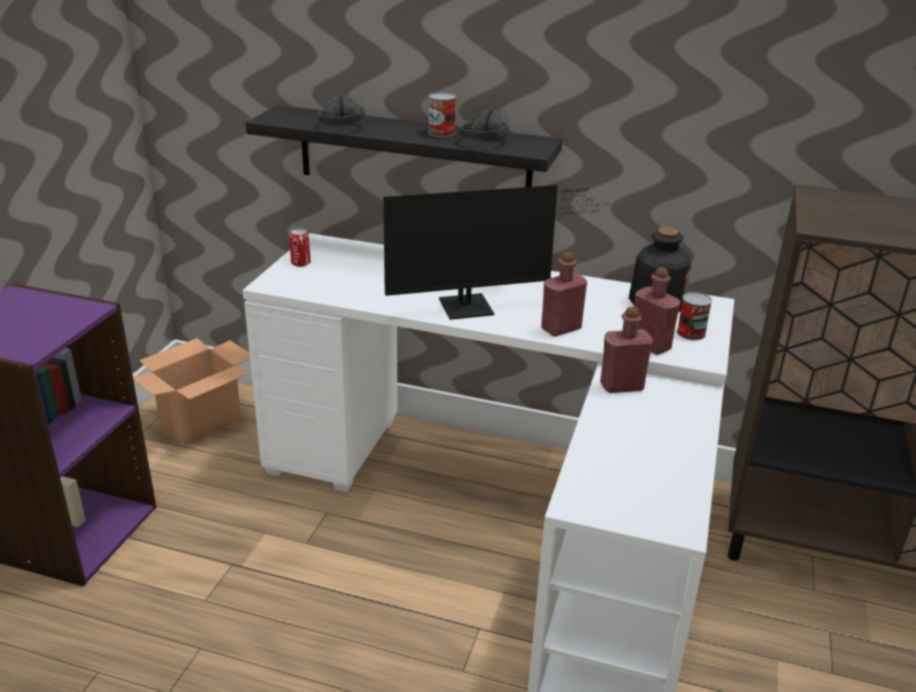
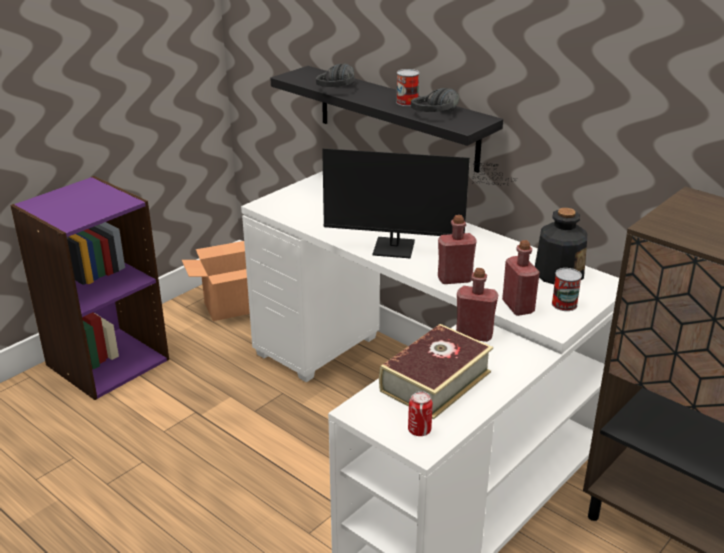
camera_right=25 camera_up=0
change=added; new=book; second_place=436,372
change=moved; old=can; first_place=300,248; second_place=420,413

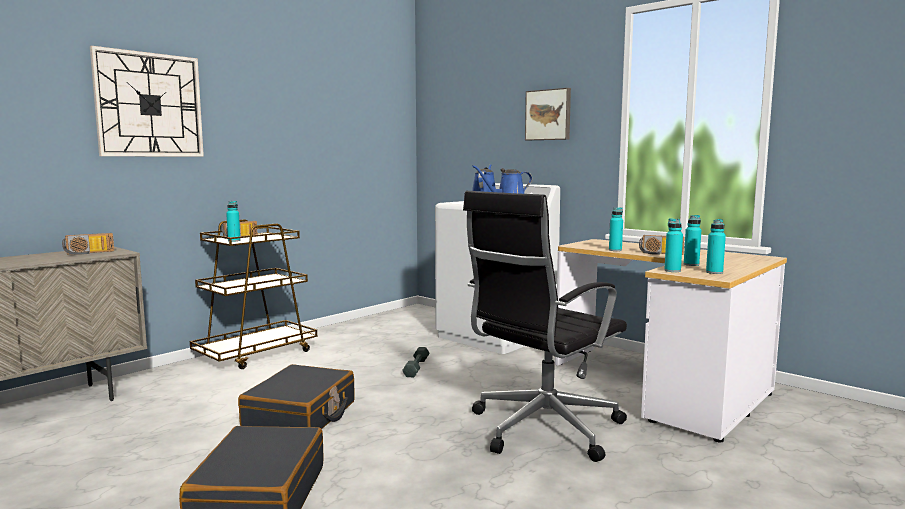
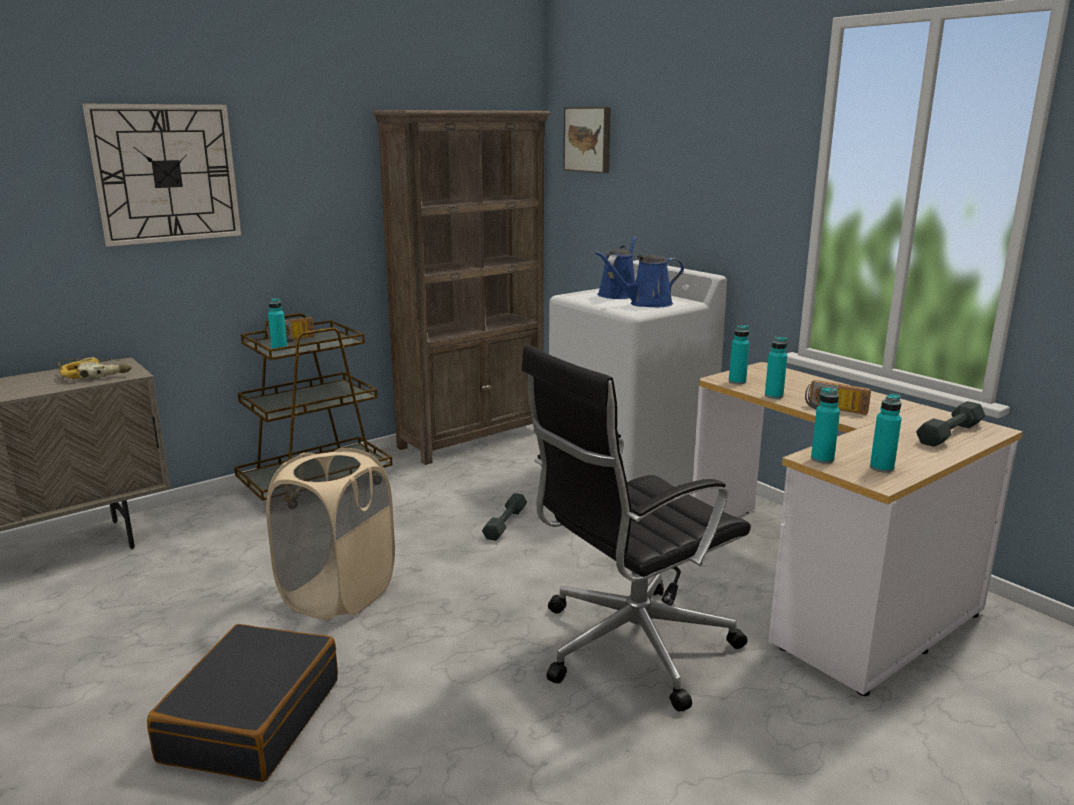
camera_right=10 camera_up=10
change=added; new=brown_bookcase; second_place=462,287
change=added; new=grey_dumbbell; second_place=950,424
change=moved; old=picture; first_place=548,114; second_place=587,140
change=moved; old=turquoise_bottle; first_place=692,240; second_place=739,354
change=replaced; old=radio; new=power_drill; first_place=88,244; second_place=95,368
change=replaced; old=black_suitcase; new=beige_laundry_basket; first_place=296,396; second_place=330,534

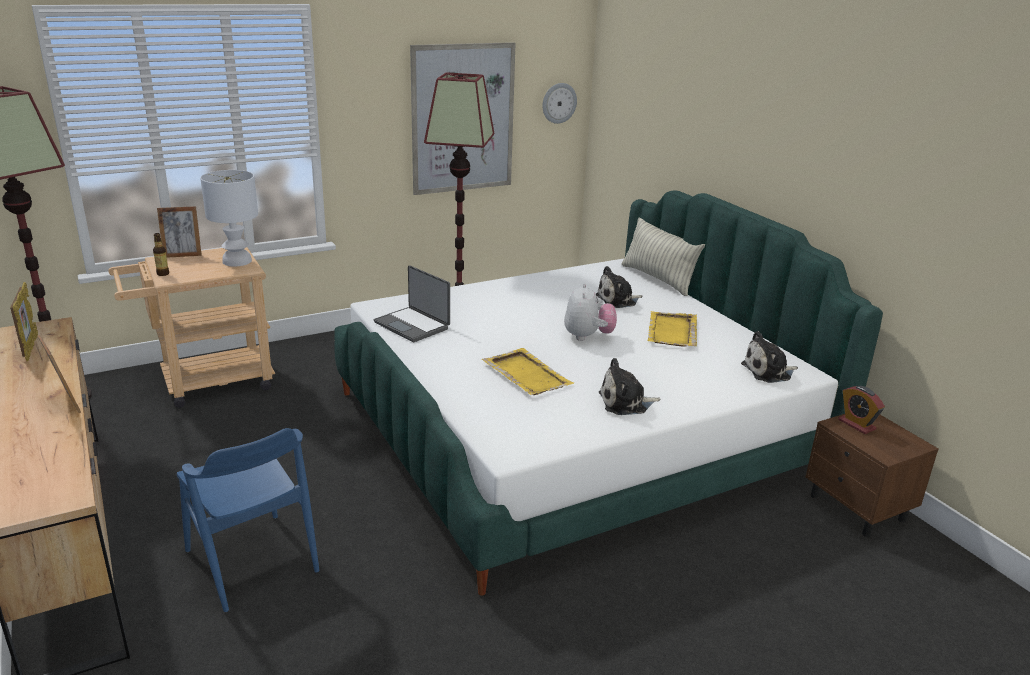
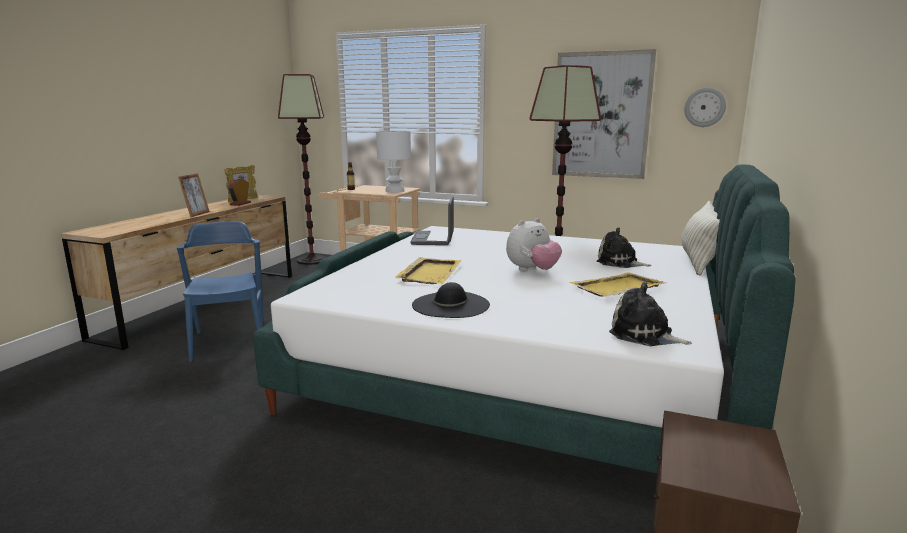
camera_right=50 camera_up=-10
change=removed; old=picture_frame; first_place=179,232
change=moved; old=alarm_clock; first_place=861,410; second_place=239,192
change=replaced; old=plush_toy; new=black_hat; first_place=630,386; second_place=451,300
change=turned; old=blue_chair; first_place=248,520; second_place=220,291; degrees=150

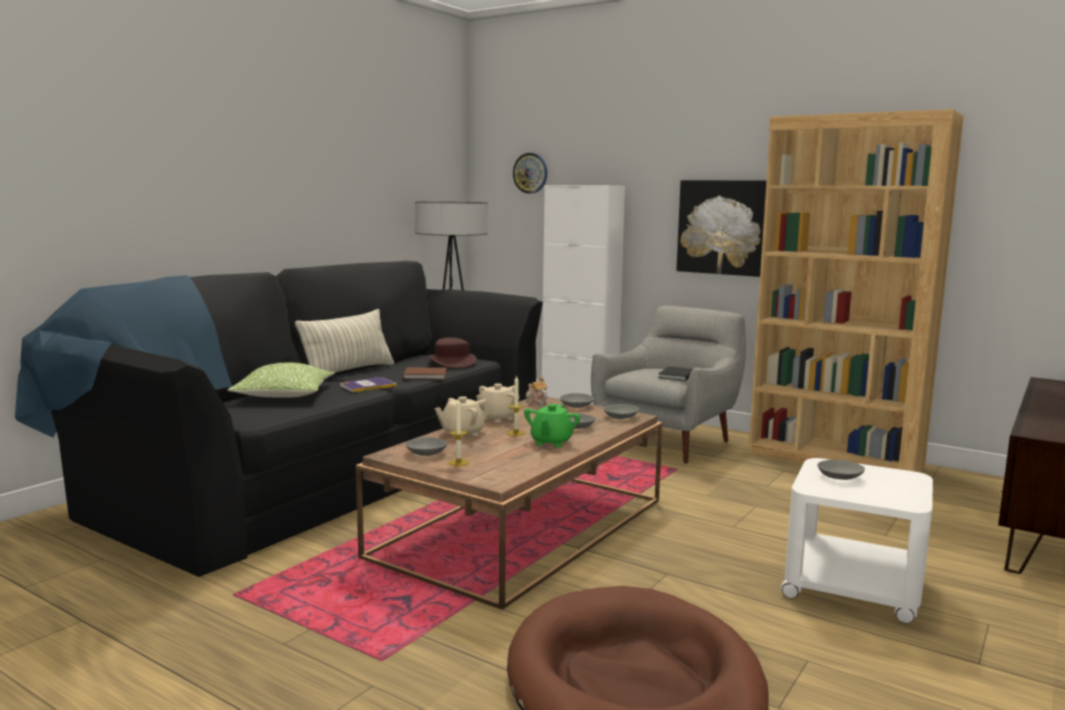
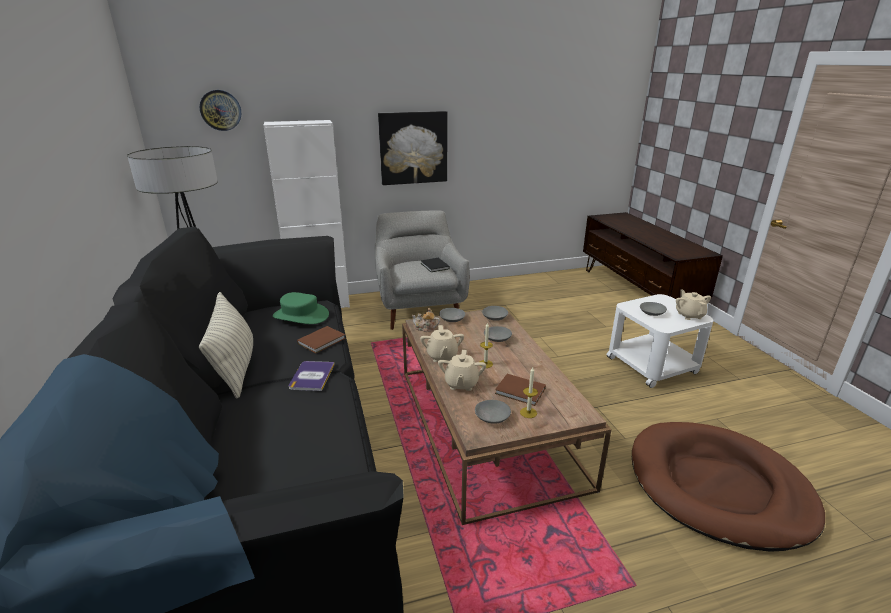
camera_right=-50 camera_up=15
change=removed; old=pillow; first_place=281,380
change=removed; old=green_teapot; first_place=552,425
change=removed; old=brown_bookcase; first_place=856,290
change=added; new=brown_book; second_place=520,390
change=added; new=beige_teapot; second_place=693,304
change=recoloured; old=brown_hat; new=green_hat; first_place=453,352; second_place=301,308

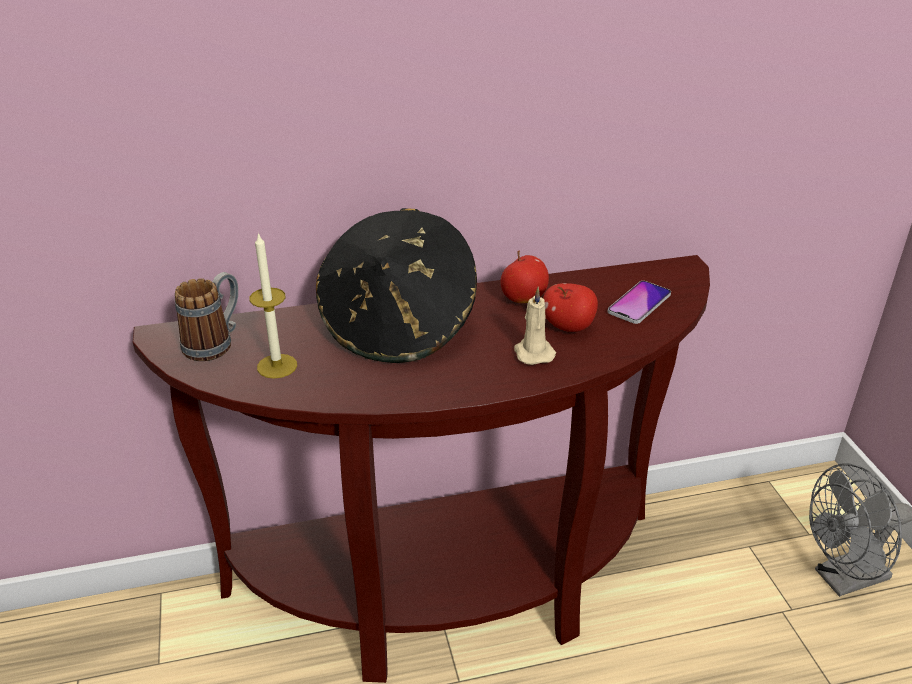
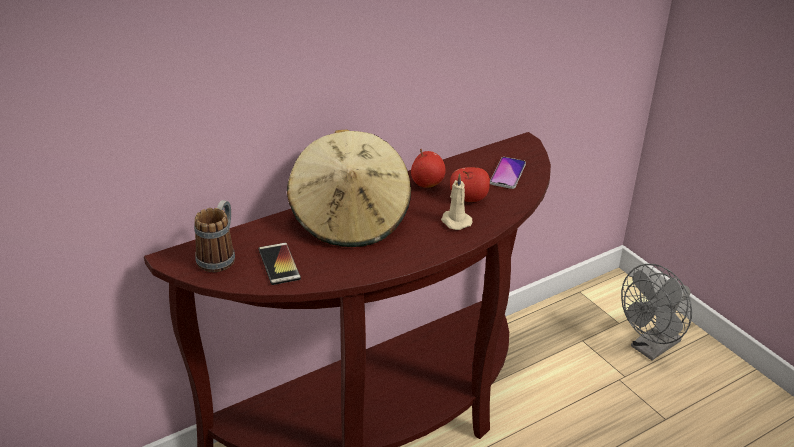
camera_right=-20 camera_up=0
change=replaced; old=candle; new=phone; first_place=273,306; second_place=279,264
change=recoloured; old=black_hat; new=beige_hat; first_place=396,285; second_place=349,188

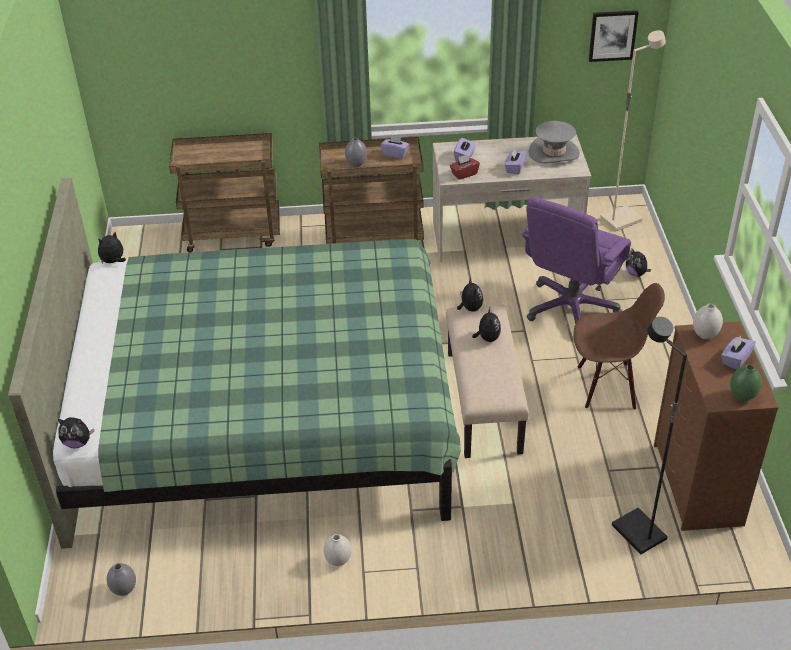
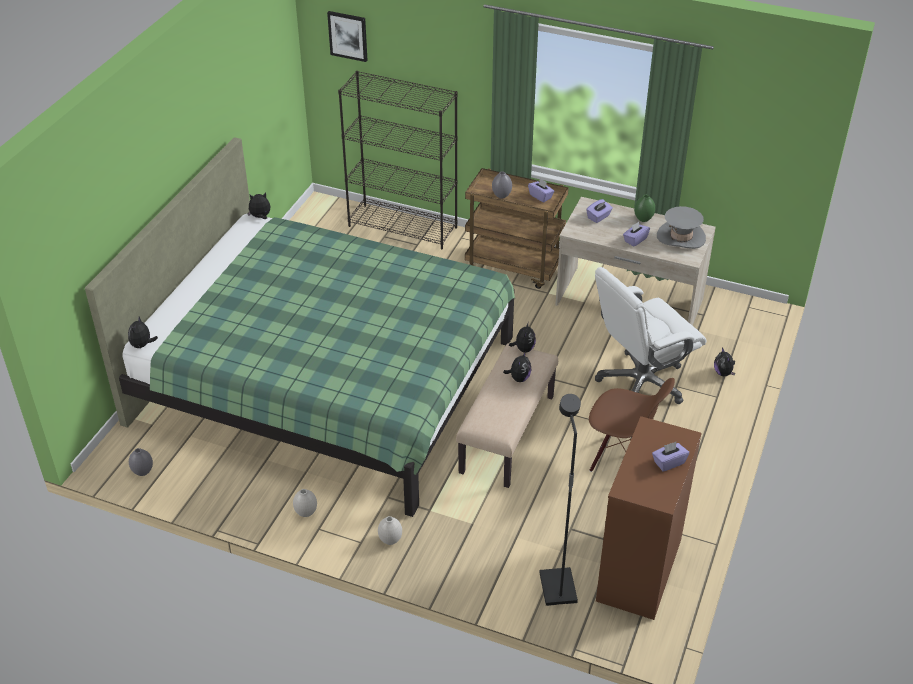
camera_right=25 camera_up=0
change=removed; old=red_tissue_box; first_place=465,167
change=removed; old=beige_floor_lamp; first_place=633,130
change=moved; old=picture; first_place=614,36; second_place=347,36
change=moved; old=white_vase; first_place=708,321; second_place=390,530
change=moved; old=green_vase; first_place=746,382; second_place=644,208
change=replaced; old=brown_cart; new=black_bookcase; first_place=224,192; second_place=398,160
change=recoloured; old=purple_office_chair; new=white_office_chair; first_place=576,260; second_place=651,335
change=turned; old=plush_toy; first_place=76,433; second_place=143,333; degrees=75

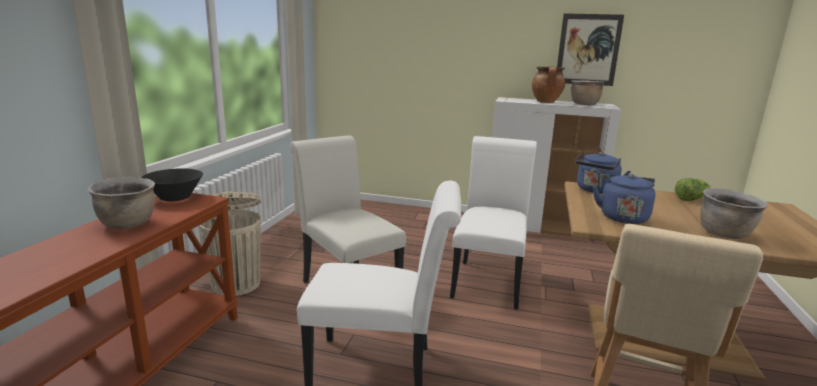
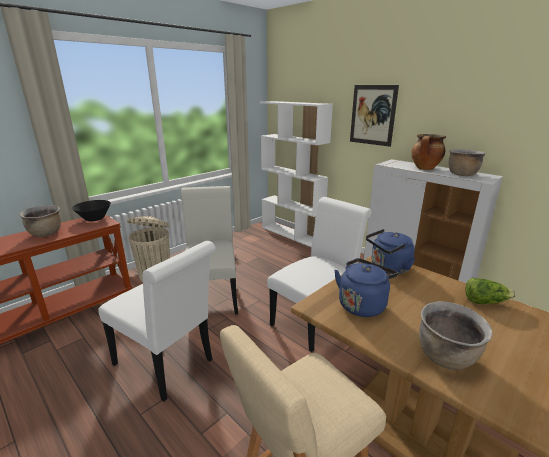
camera_right=30 camera_up=5
change=added; new=white_bookcase; second_place=296,174
change=moved; old=picture; first_place=590,49; second_place=374,116

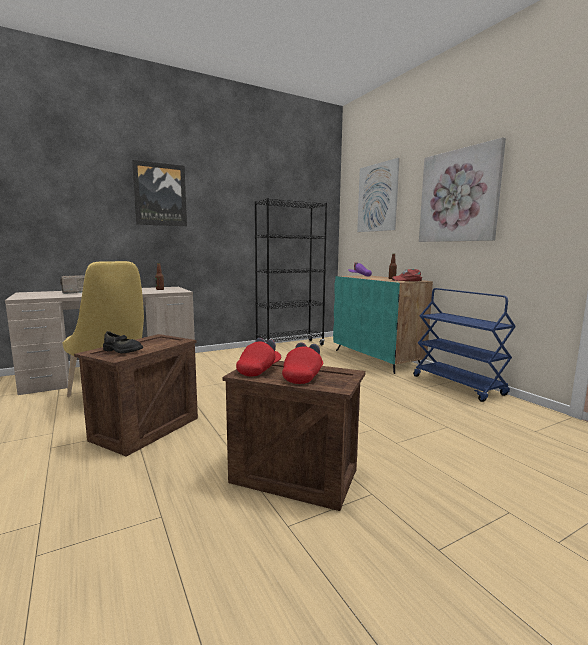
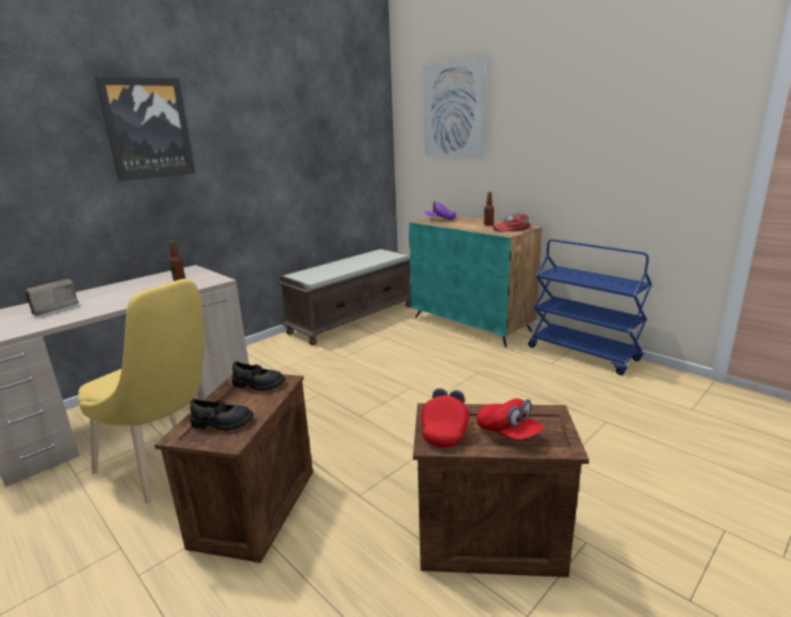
camera_right=-15 camera_up=10
change=removed; old=picture; first_place=462,190
change=added; new=black_shoe; second_place=258,376
change=replaced; old=black_bookcase; new=brown_bench; first_place=290,272; second_place=344,297
change=turned; old=red_cap; first_place=302,363; second_place=510,419; degrees=135

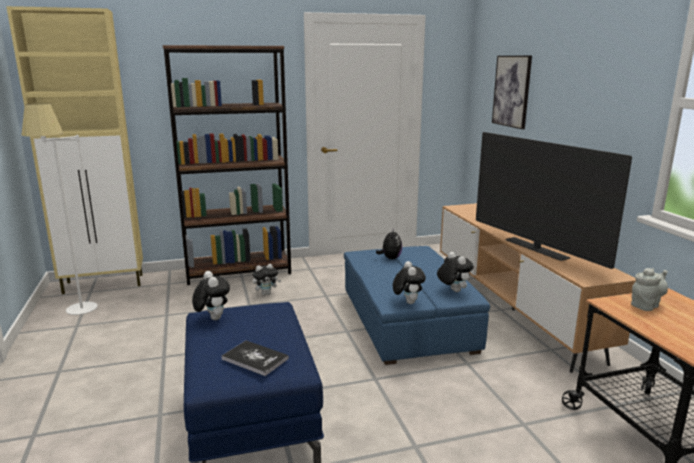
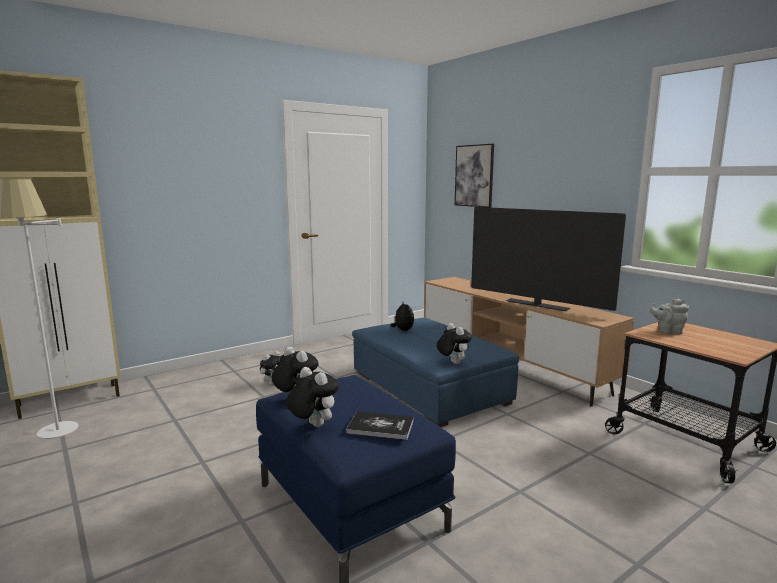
camera_right=-20 camera_up=-5
change=removed; old=brown_bookcase; first_place=227,165
change=moved; old=plush_toy; first_place=455,272; second_place=312,397
change=turned; old=grey_teapot; first_place=649,289; second_place=669,316; degrees=-120

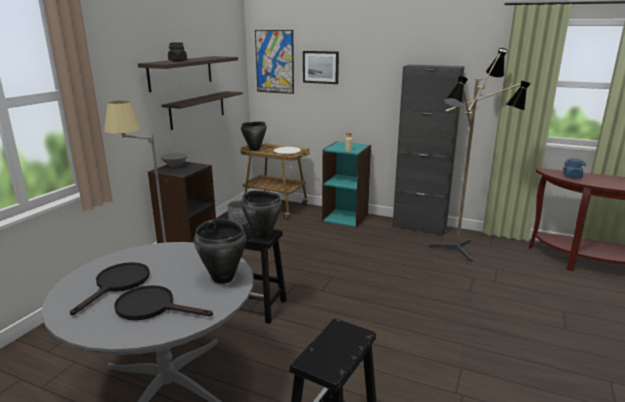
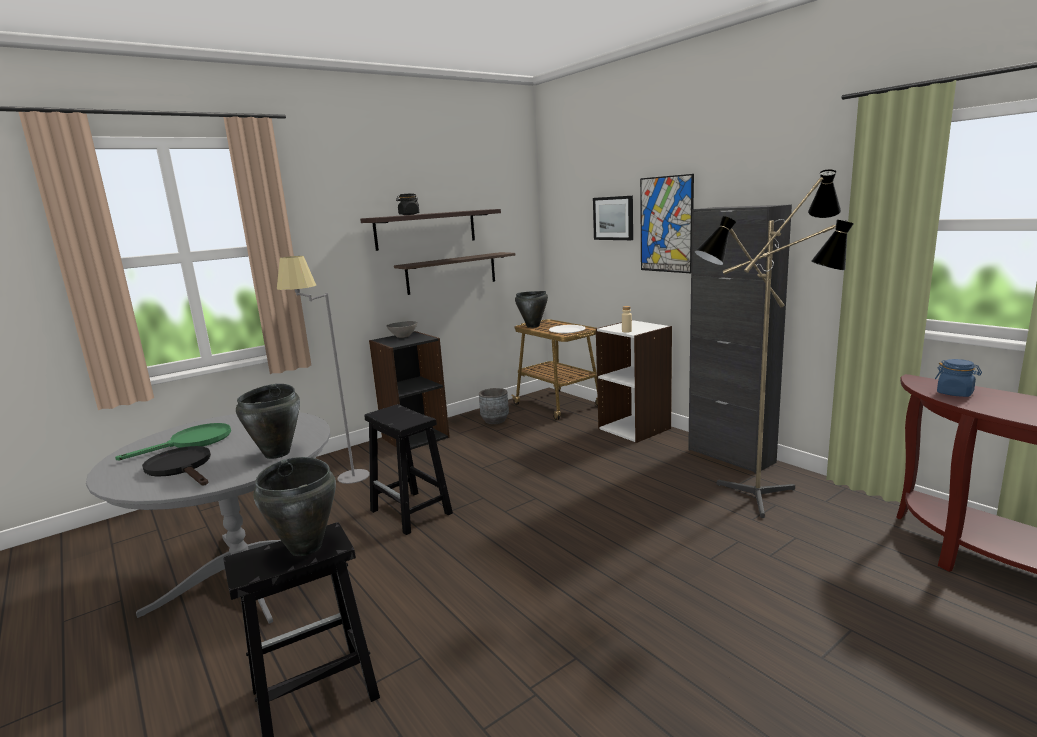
camera_right=30 camera_up=-5
change=moved; old=black_cooking_pot; first_place=261,214; second_place=294,506
change=moved; old=picture; first_place=274,62; second_place=667,223
change=recoloured; old=black_frying_pan; new=green_frying_pan; first_place=110,288; second_place=173,441
change=recoloured; old=turquoise_bookcase; new=white_bookcase; first_place=346,184; second_place=634,381

